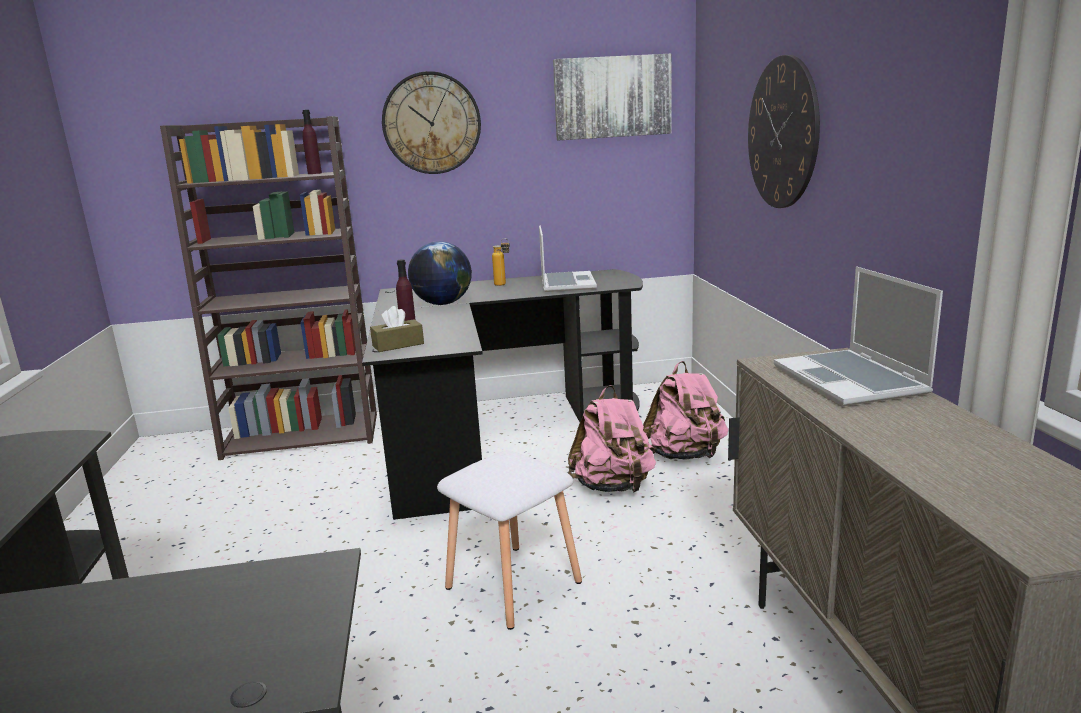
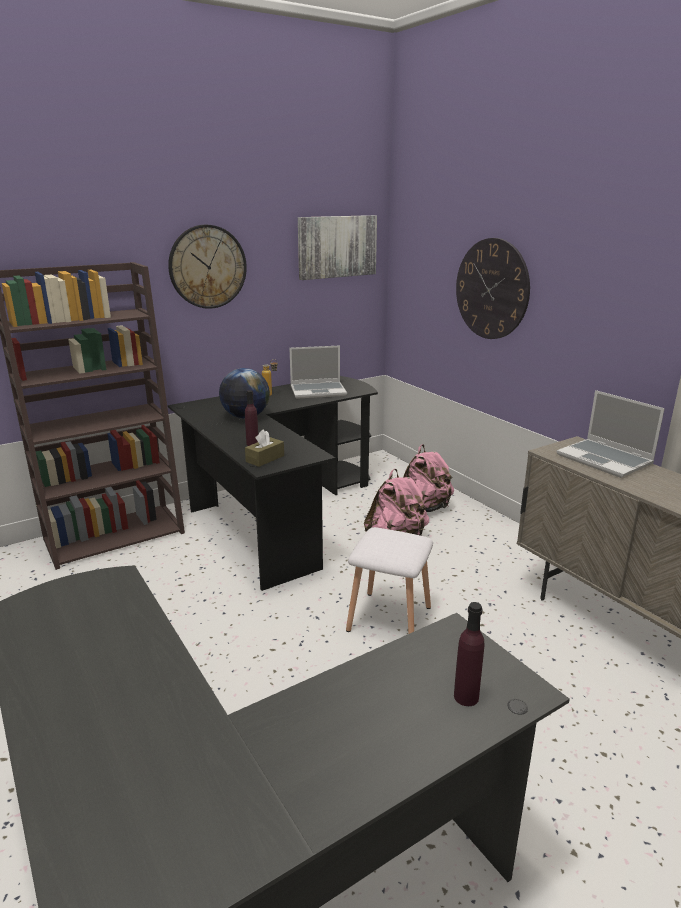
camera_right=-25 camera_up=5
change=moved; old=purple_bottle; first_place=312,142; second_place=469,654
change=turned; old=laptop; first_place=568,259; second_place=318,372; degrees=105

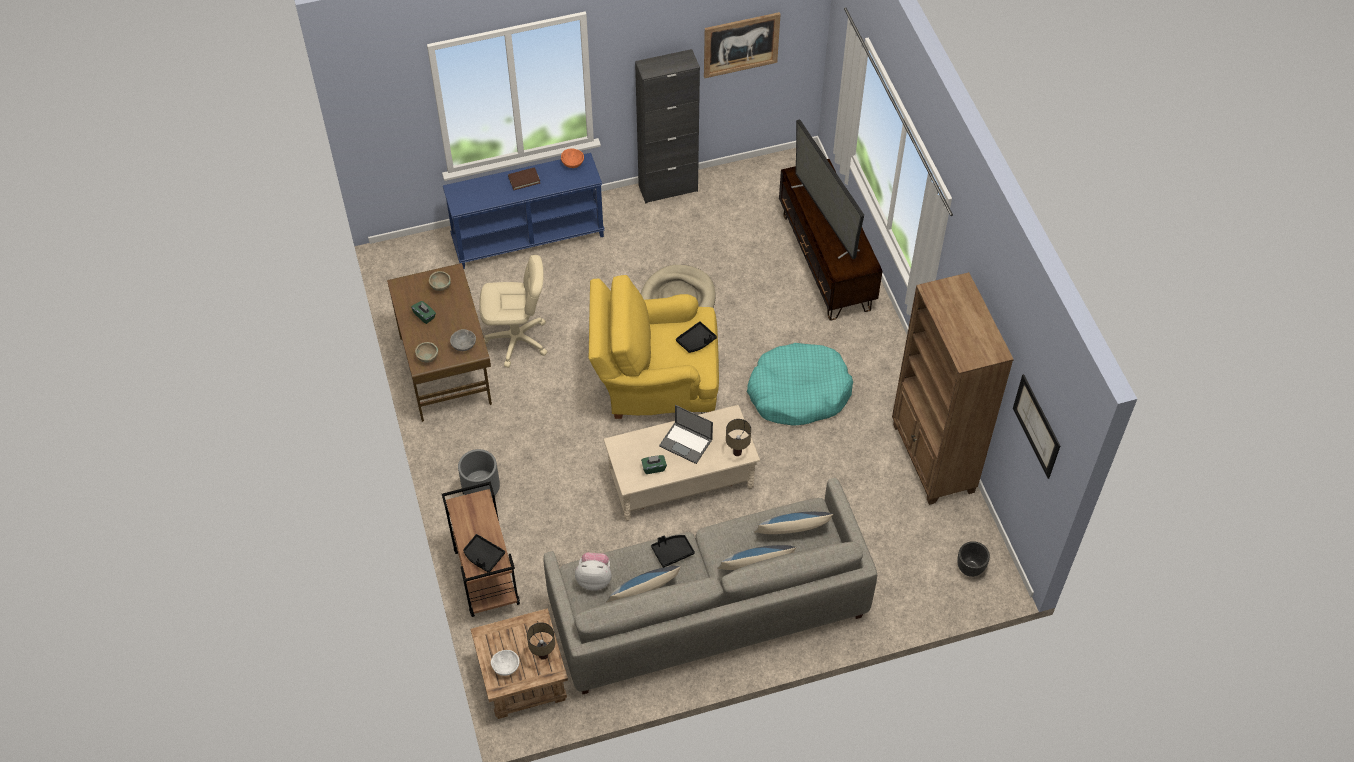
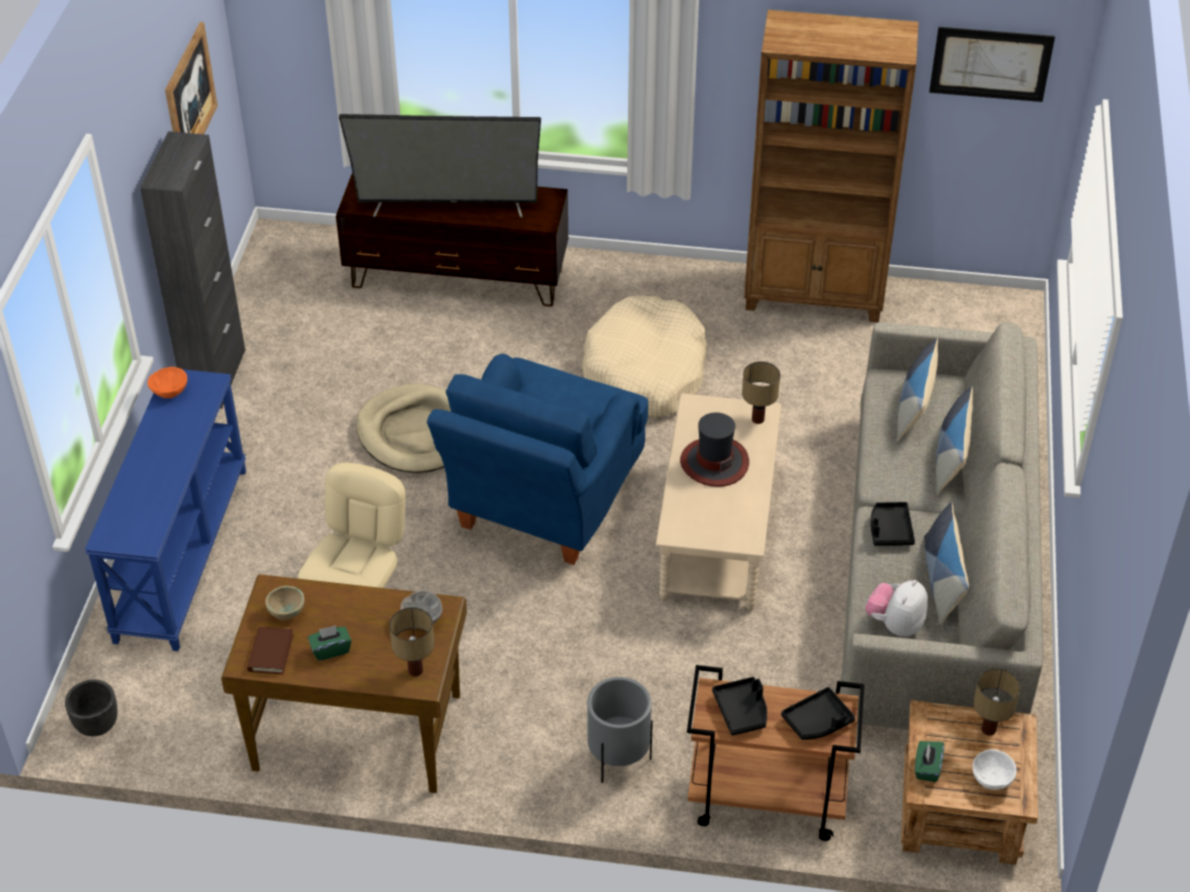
camera_right=-65 camera_up=-10
change=moved; old=brown_book; first_place=524,178; second_place=270,650
change=moved; old=green_tissue_box; first_place=654,464; second_place=929,761
change=moved; old=black_tray; first_place=696,337; second_place=739,706
change=moved; old=black_planter; first_place=973,559; second_place=91,708
change=replaced; old=beige_bowl; new=table_lamp; first_place=426,352; second_place=412,641
change=replaced; old=laptop; new=hat; first_place=686,434; second_place=714,449
change=recoloured; old=yellow_armchair; new=blue_armchair; first_place=654,347; second_place=537,459
change=recoloured; old=turquoise_dog_bed; new=beige_dog_bed; first_place=800,384; second_place=644,357

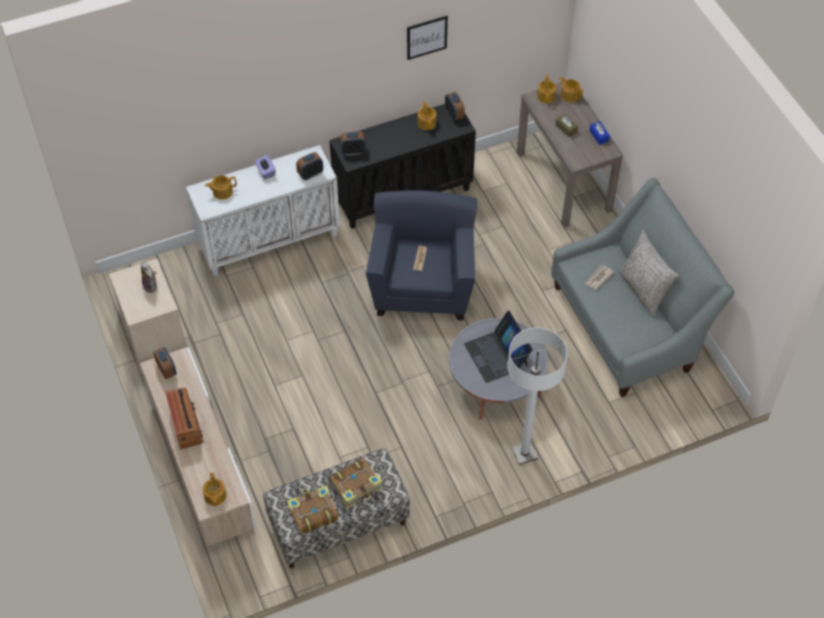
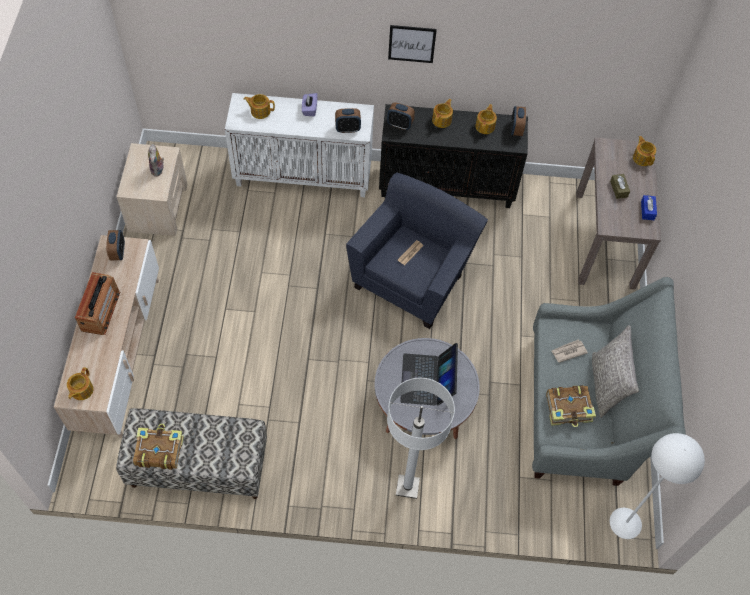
camera_right=25 camera_up=5
change=added; new=white_floor_lamp; second_place=657,486
change=moved; old=book; first_place=356,483; second_place=571,406
change=moved; old=picture; first_place=427,38; second_place=412,44
change=moved; old=teapot; first_place=547,89; second_place=442,113

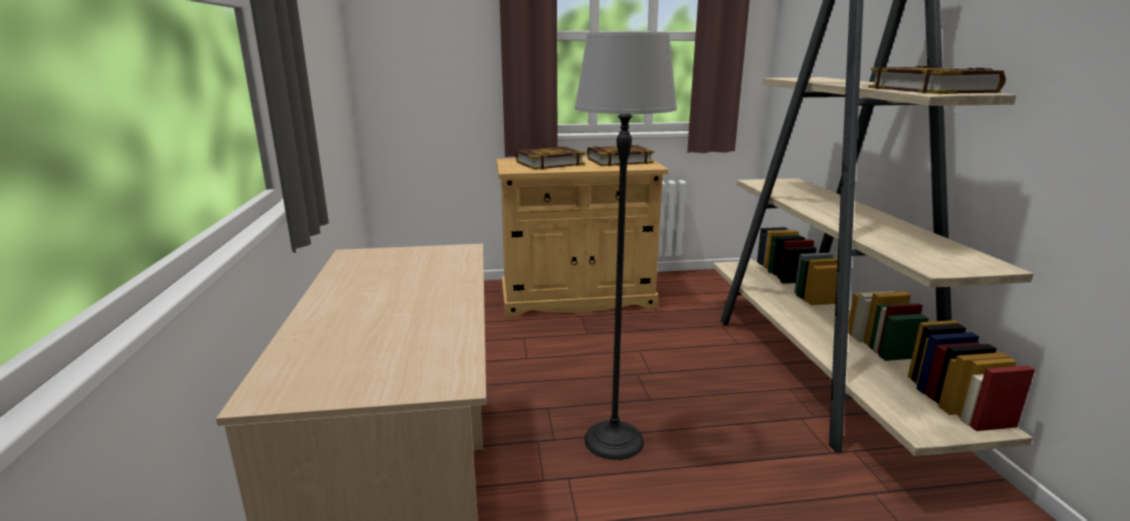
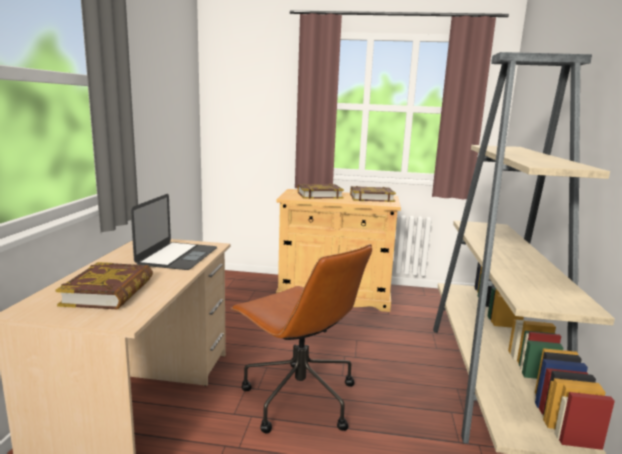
camera_right=15 camera_up=-5
change=added; new=laptop; second_place=174,232
change=moved; old=book; first_place=937,80; second_place=104,285
change=replaced; old=floor_lamp; new=brown_office_chair; first_place=626,246; second_place=301,339

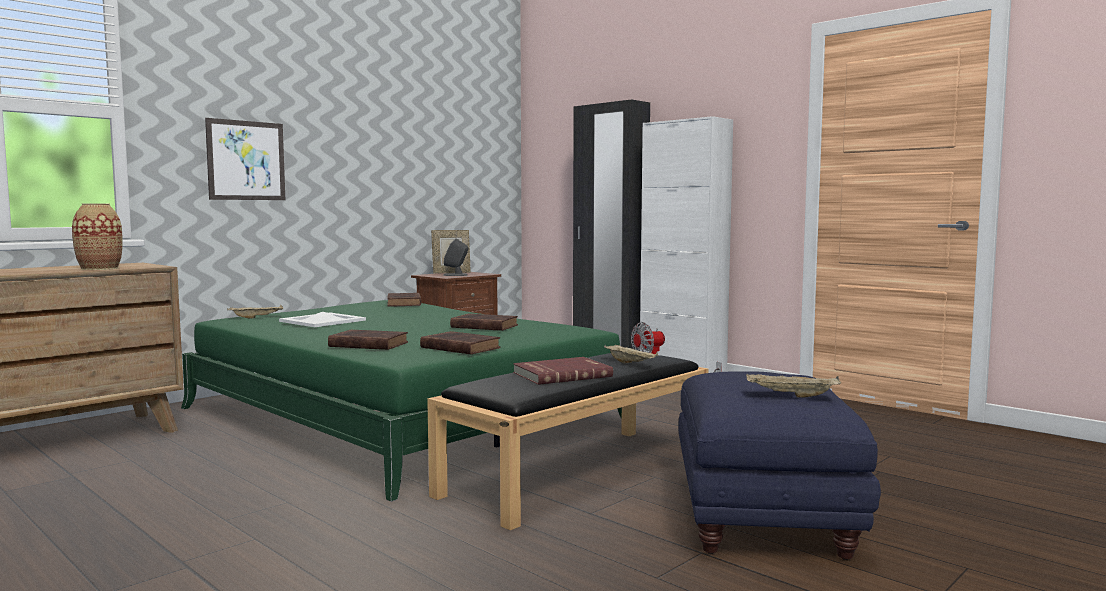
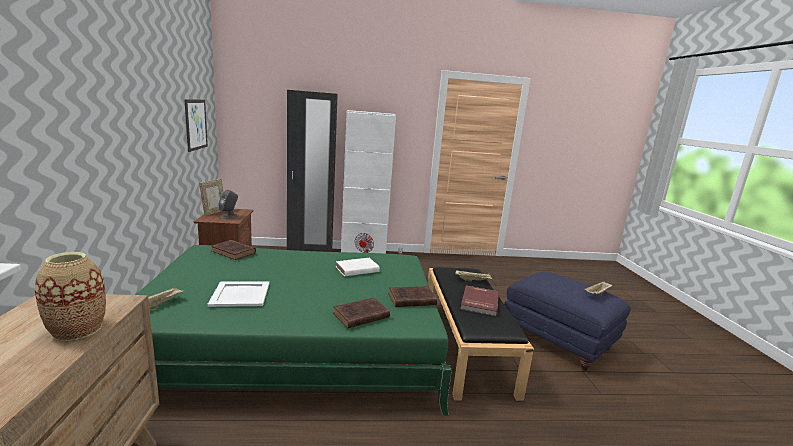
camera_right=-50 camera_up=10
change=moved; old=picture; first_place=245,159; second_place=196,125
change=recoloured; old=brown_book; new=white_book; first_place=484,322; second_place=358,267

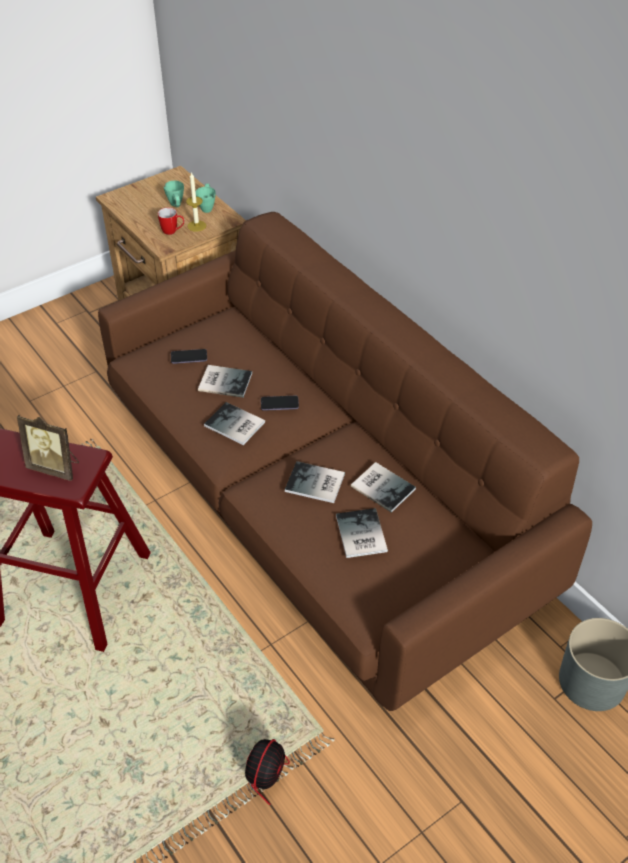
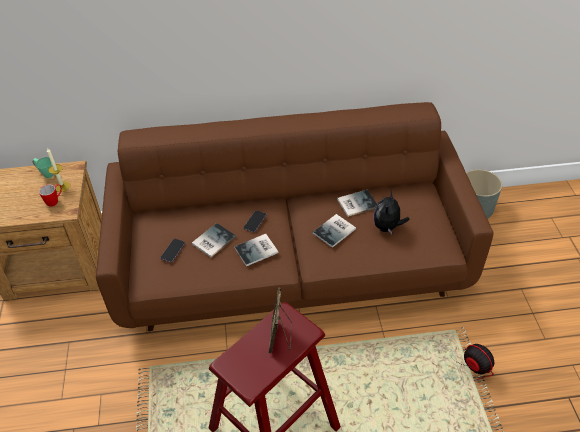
camera_right=-60 camera_up=0
change=removed; old=green_mug; first_place=174,194
change=replaced; old=book; new=plush_toy; first_place=362,533; second_place=391,213
change=turned; old=picture_frame; first_place=48,448; second_place=280,320; degrees=135

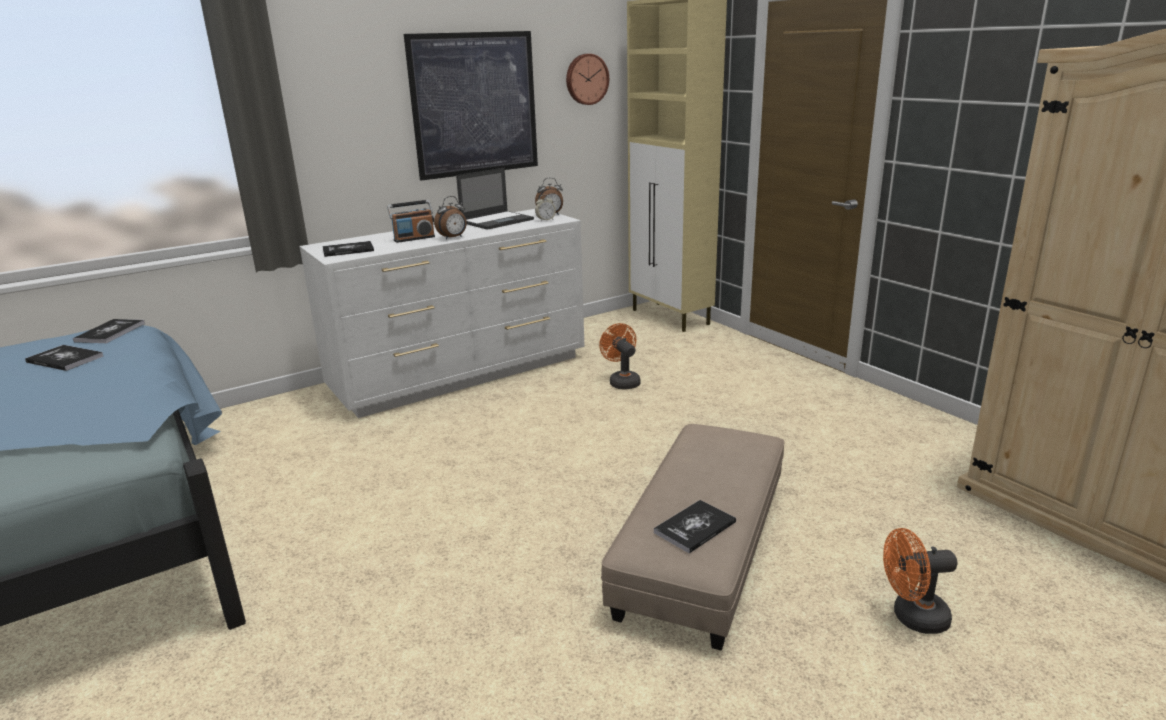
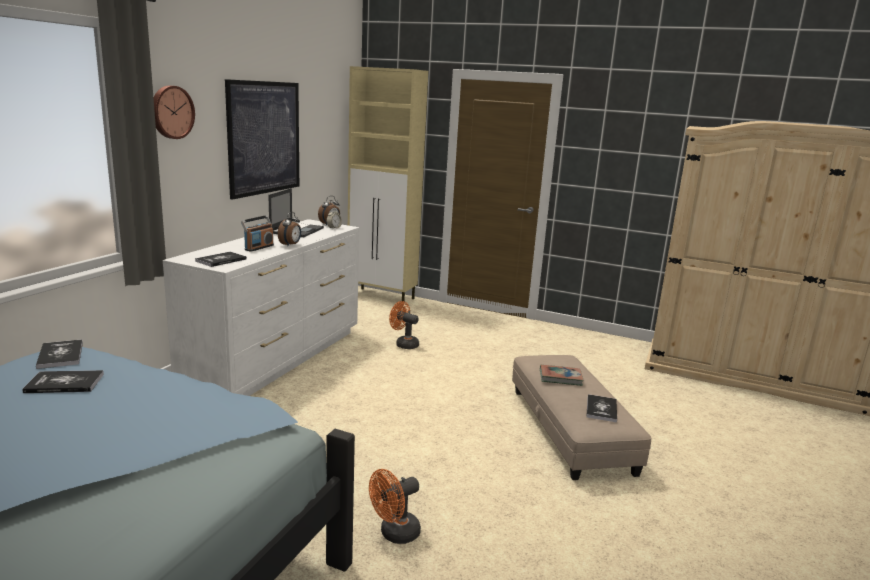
camera_right=-35 camera_up=-5
change=added; new=book; second_place=562,375
change=moved; old=wall_clock; first_place=587,79; second_place=174,112
change=moved; old=orange_fan; first_place=920,581; second_place=395,506

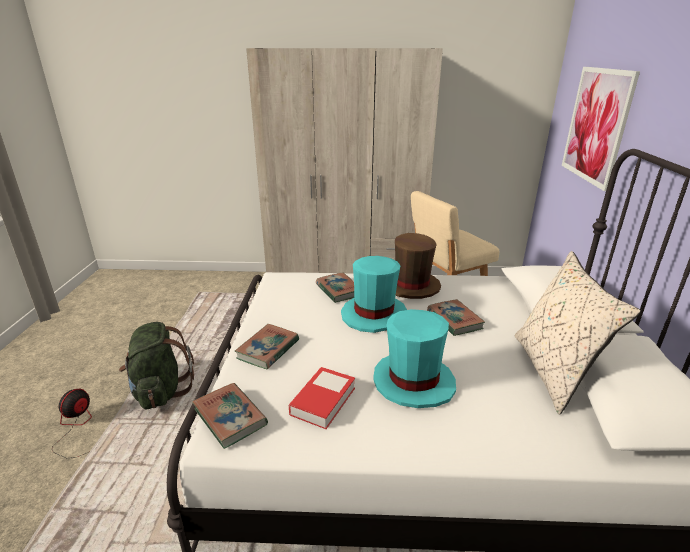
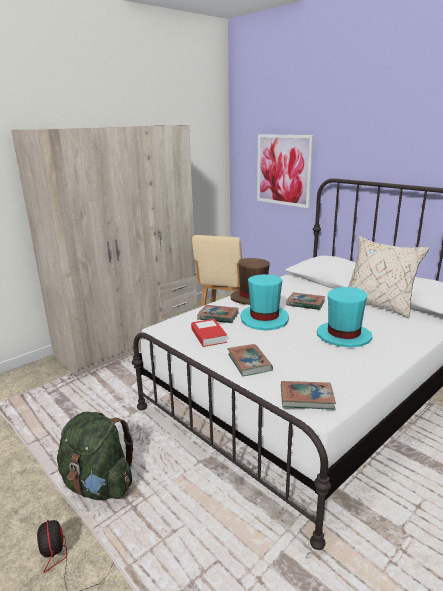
camera_right=-45 camera_up=-5
change=moved; old=book; first_place=322,398; second_place=209,333

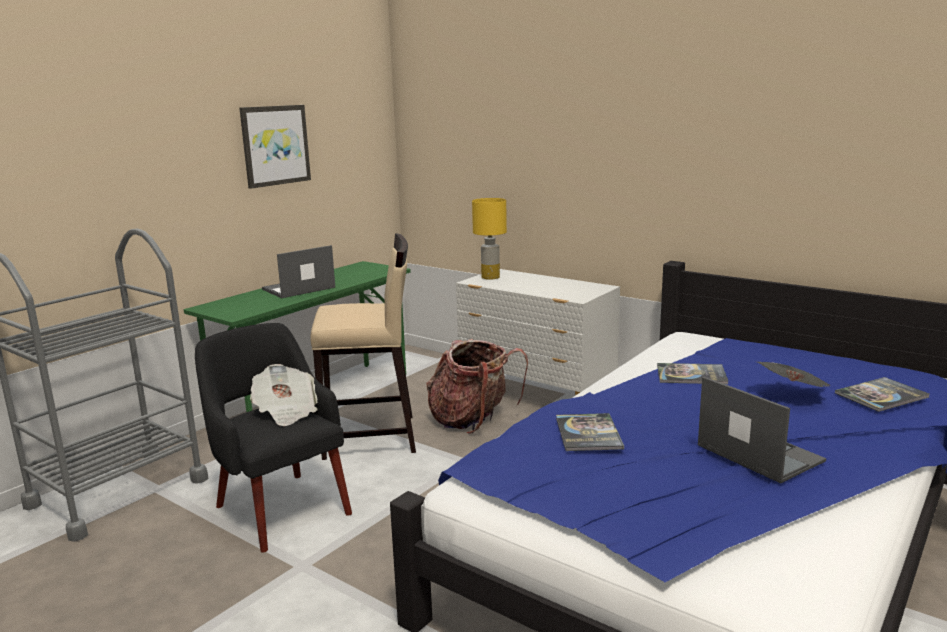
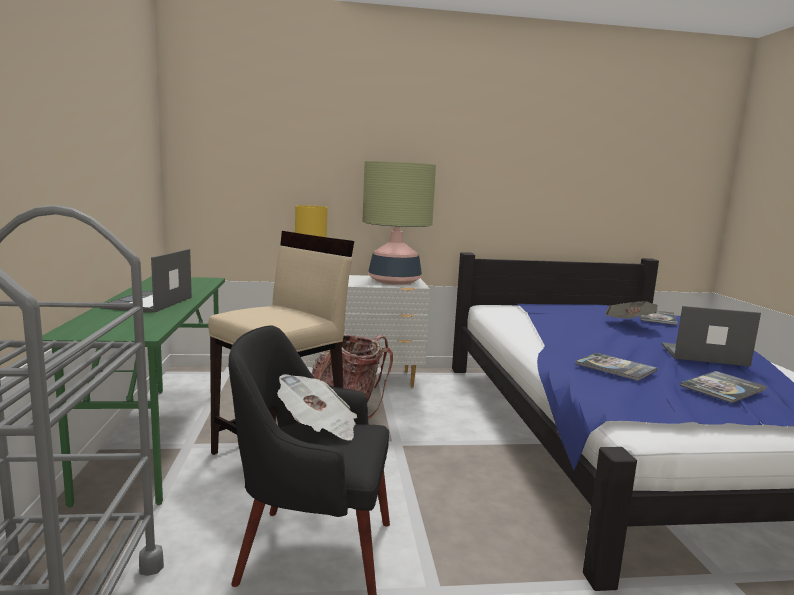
camera_right=-45 camera_up=-5
change=removed; old=picture; first_place=275,147
change=added; new=table_lamp; second_place=399,223
change=moved; old=book; first_place=692,373; second_place=723,387

